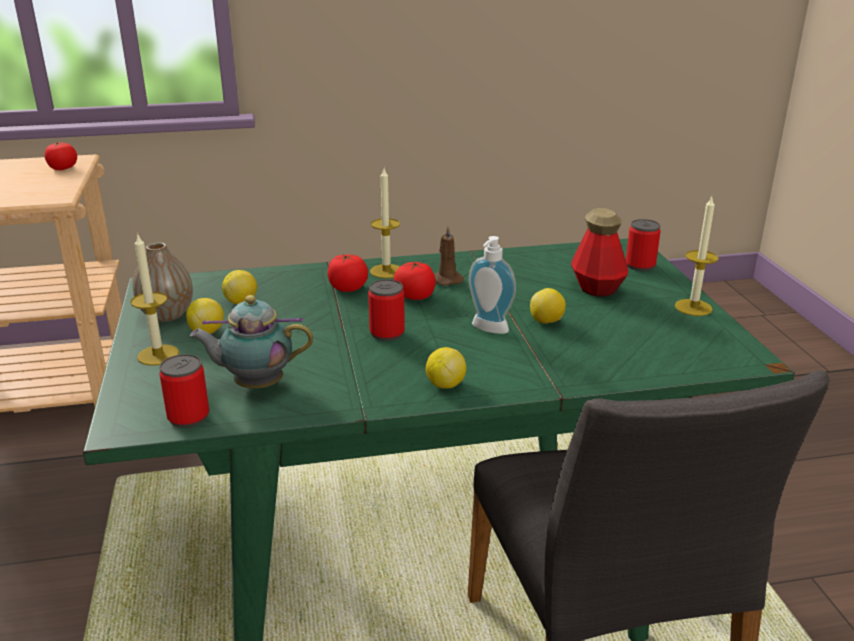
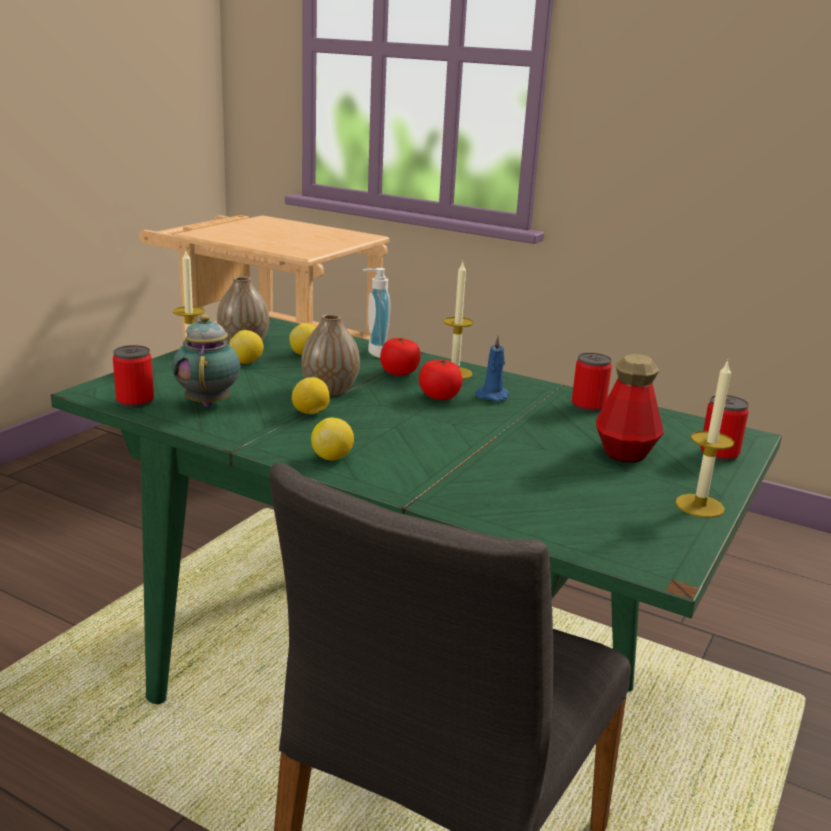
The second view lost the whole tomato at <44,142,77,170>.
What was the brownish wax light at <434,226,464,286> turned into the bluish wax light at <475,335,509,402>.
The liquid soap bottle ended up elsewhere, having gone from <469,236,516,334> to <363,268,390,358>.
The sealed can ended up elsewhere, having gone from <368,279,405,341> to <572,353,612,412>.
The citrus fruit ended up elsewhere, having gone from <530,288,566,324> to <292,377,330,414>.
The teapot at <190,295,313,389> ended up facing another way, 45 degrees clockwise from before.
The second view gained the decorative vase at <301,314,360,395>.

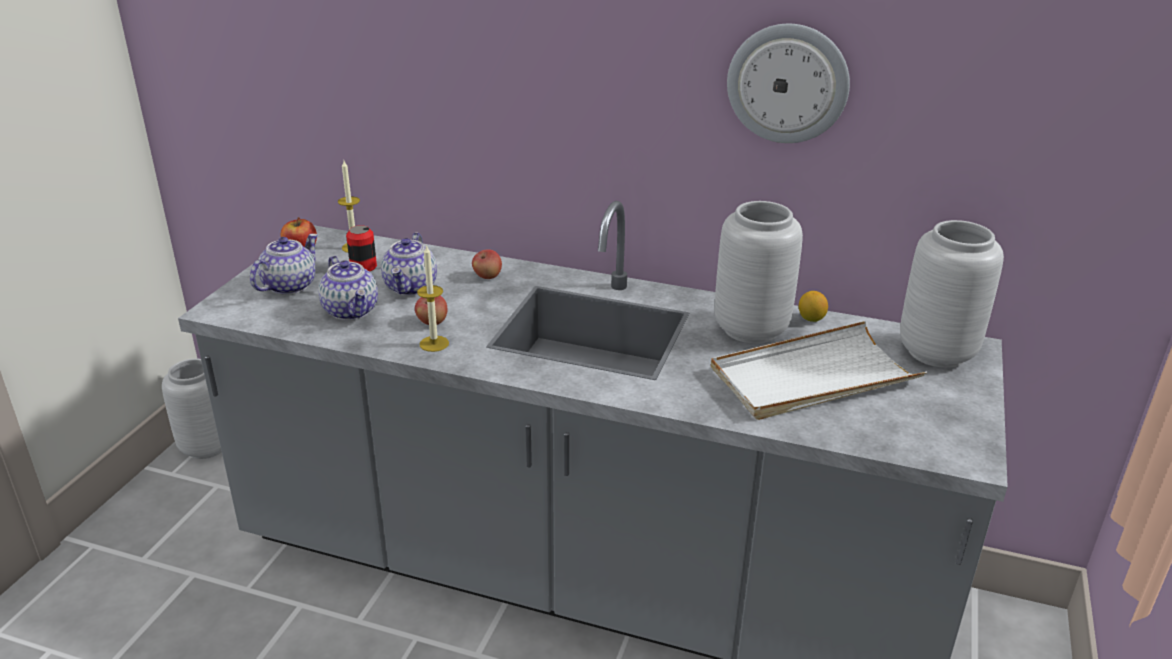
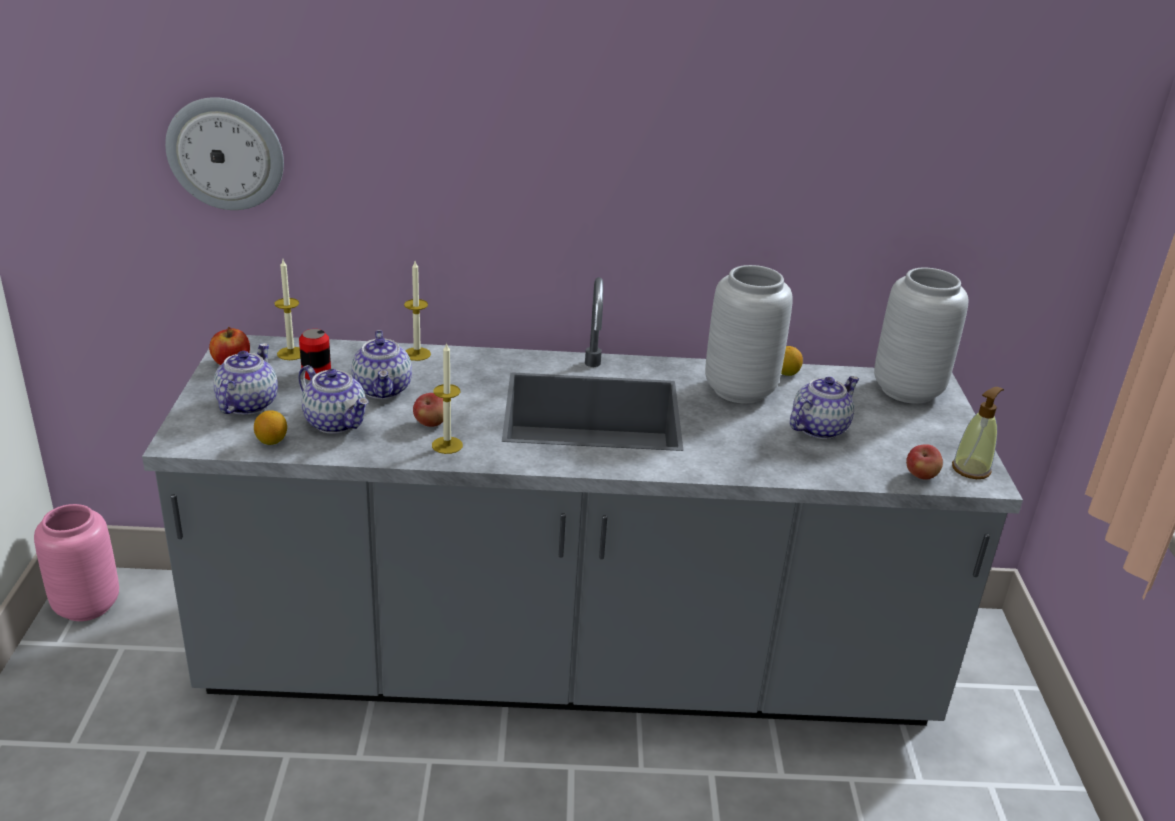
The clock on the wall ended up elsewhere, having gone from <727,24,850,143> to <165,97,284,210>.
The whole apple ended up elsewhere, having gone from <472,250,502,279> to <906,444,943,479>.
Where the white-coloured tray stood at <711,321,927,420>, the teapot came to stand at <790,376,859,439>.
What was the greyish decorative vase at <162,358,222,459> turned into the pink-coloured decorative vase at <34,504,119,621>.
The second view gained the wax light at <404,261,431,361>.
The second view gained the liquid soap bottle at <952,387,1004,479>.
The second view gained the citrus fruit at <254,410,287,445>.

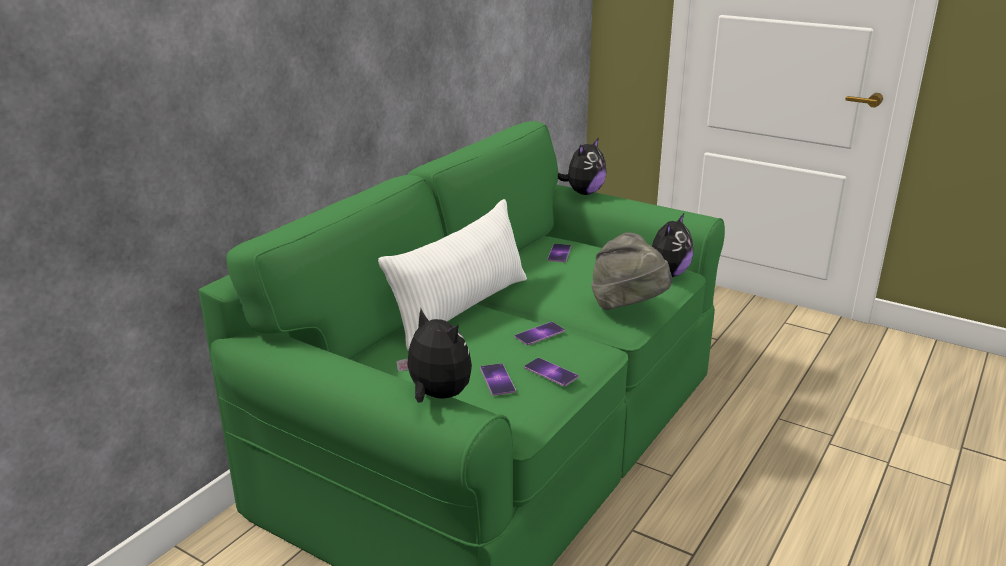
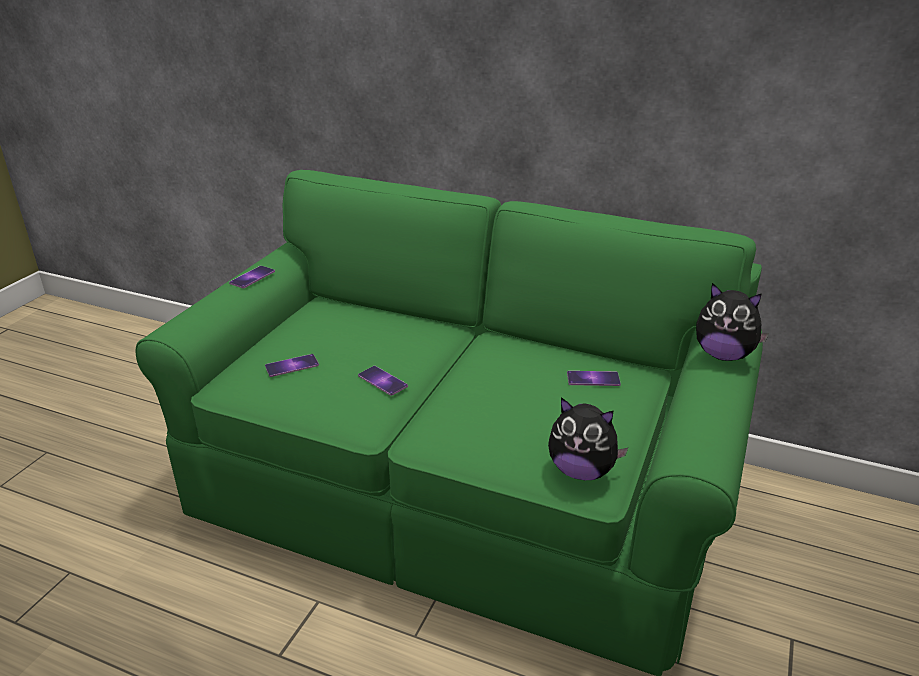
The second view lost the white-coloured throw pillow at <378,199,527,351>.
The second view lost the greyish hat at <591,232,673,310>.
The second view lost the cuddly toy at <396,308,472,403>.
The handset ended up elsewhere, having gone from <524,358,579,386> to <229,266,275,288>.

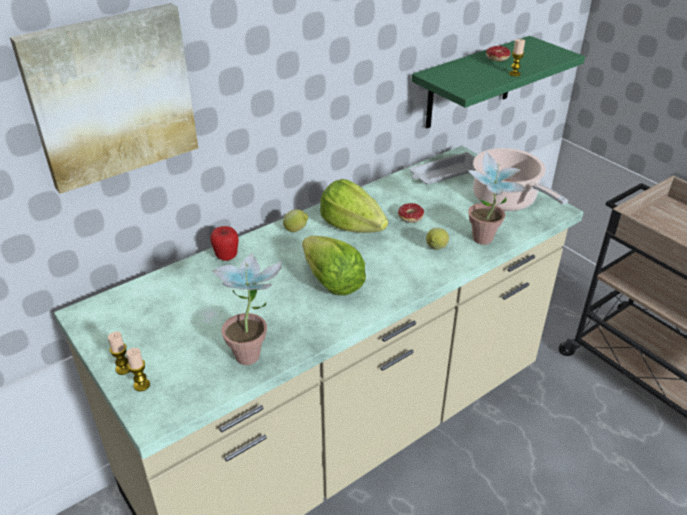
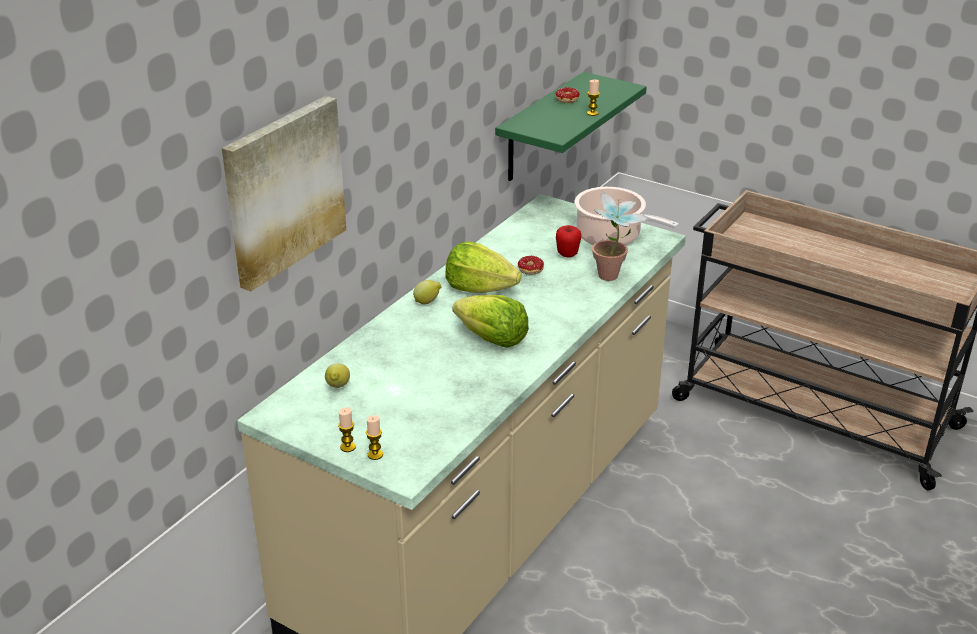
The second view lost the white-coloured tray at <409,152,475,185>.
The whole apple ended up elsewhere, having gone from <210,226,239,261> to <556,225,581,258>.
The citrus fruit ended up elsewhere, having gone from <426,228,449,250> to <325,363,350,388>.
The second view lost the plant in a pot at <212,252,282,365>.

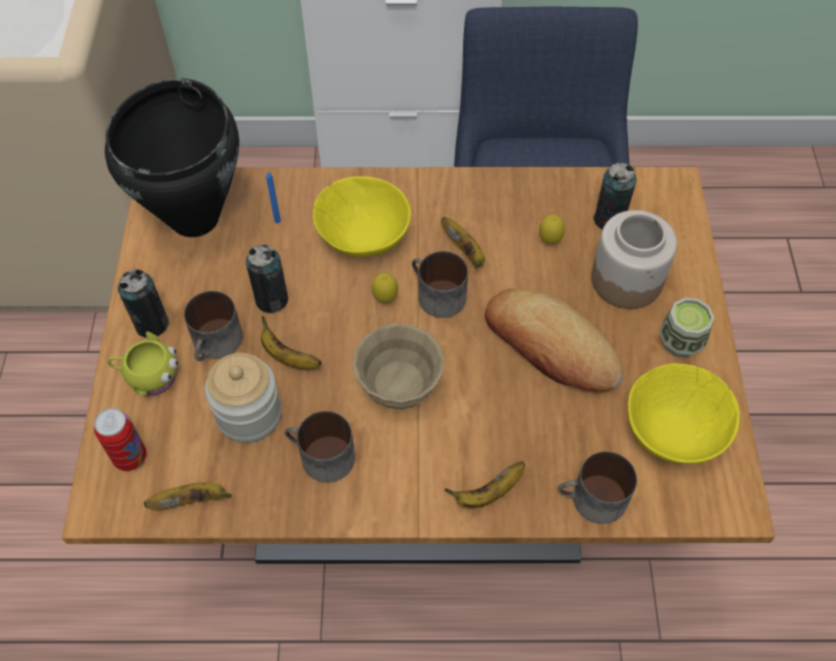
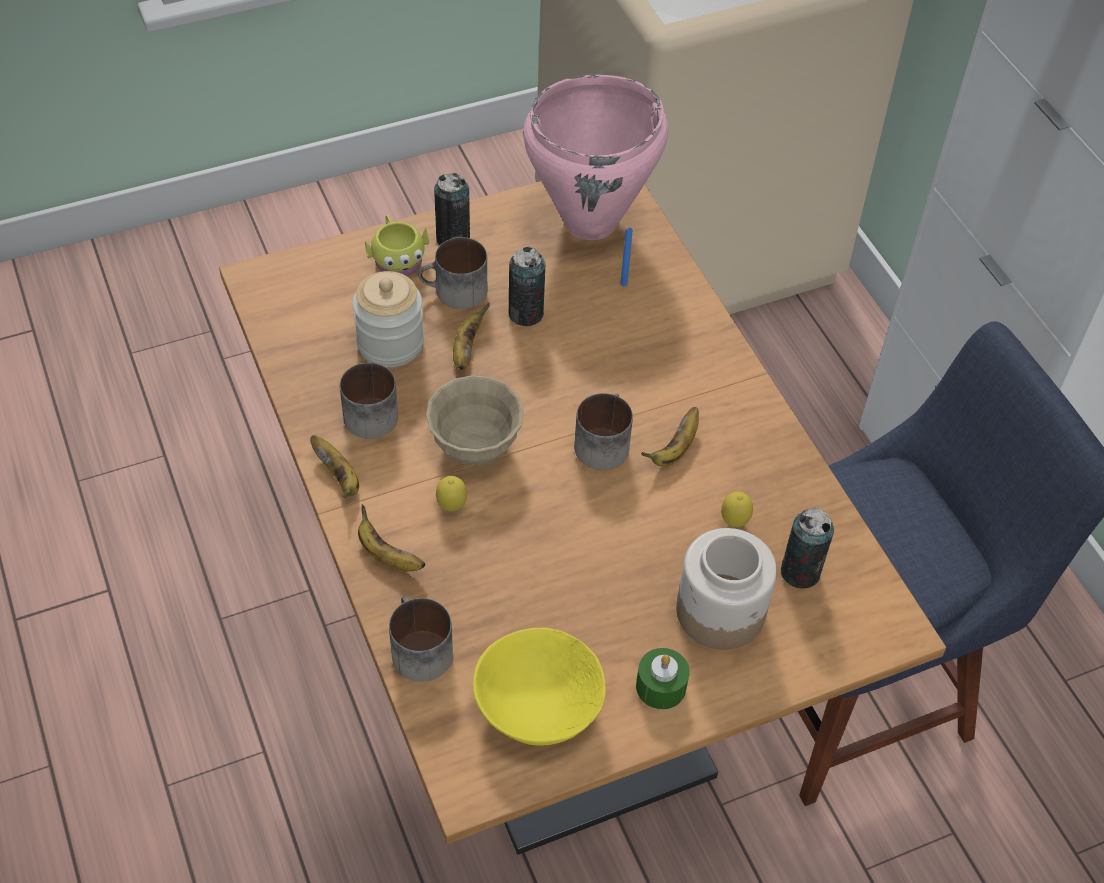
What was the blackish cooking pot at <105,78,239,237> turned into the pink-coloured cooking pot at <523,75,668,240>.
The second view lost the yellow-coloured deep dish at <313,176,411,257>.
The citrus fruit ended up elsewhere, having gone from <372,273,398,303> to <436,476,467,511>.
The second view lost the baked bread at <485,289,623,392>.
Where the drinking cup stood at <659,298,714,358>, the greenish wax light came to stand at <636,648,689,709>.
The second view lost the sealed can at <94,408,147,471>.
The banana ended up elsewhere, having gone from <144,482,232,510> to <310,435,359,498>.

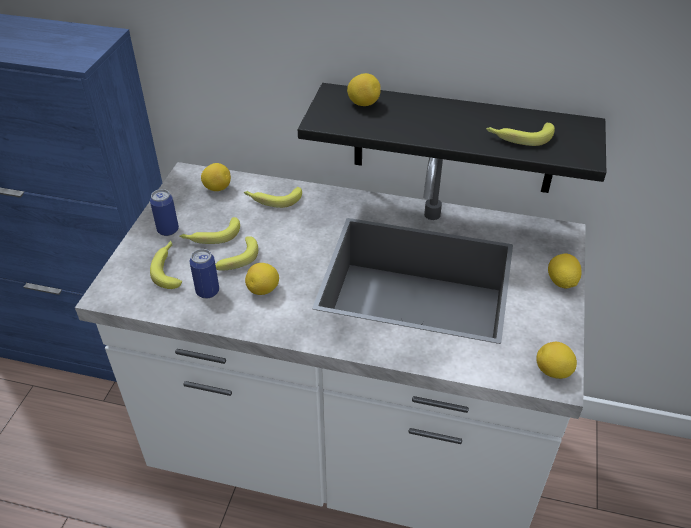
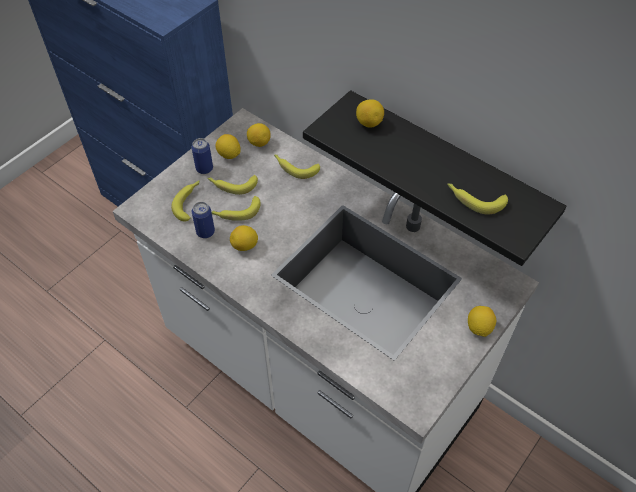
The citrus fruit ended up elsewhere, having gone from <536,342,577,379> to <216,134,241,159>.

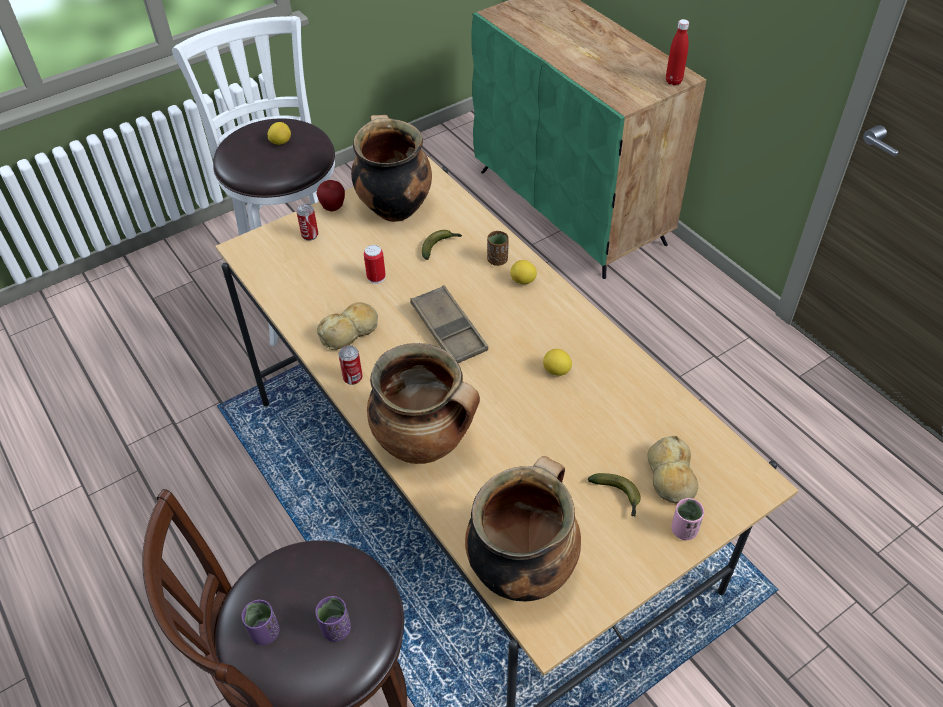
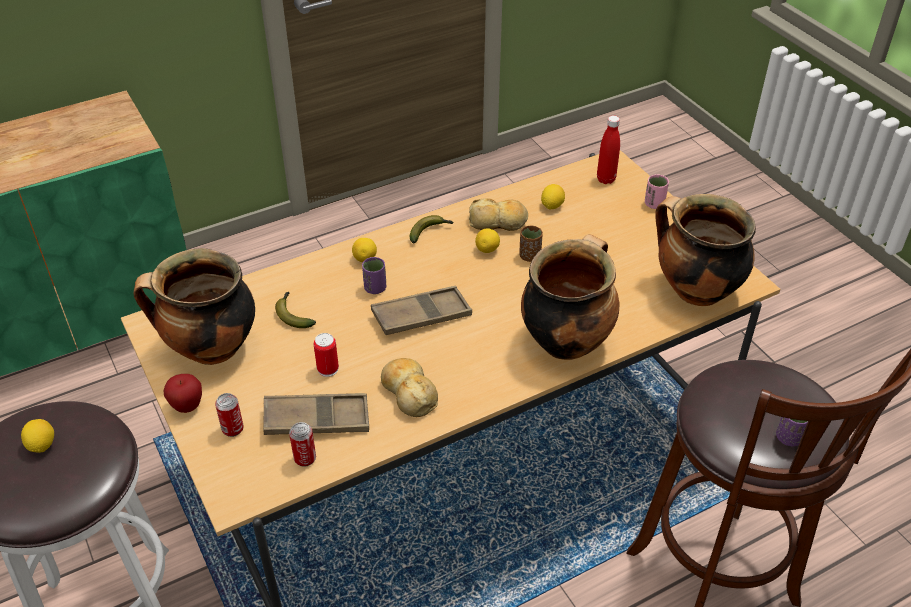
The red beverage bottle ended up elsewhere, having gone from <666,19,689,85> to <597,116,620,184>.
The brownish drinking cup ended up elsewhere, having gone from <487,231,509,266> to <519,226,543,262>.
The sealed can ended up elsewhere, having gone from <338,345,363,385> to <289,422,316,467>.
The baked bread ended up elsewhere, having gone from <647,436,698,504> to <469,198,528,231>.
The banana ended up elsewhere, having gone from <588,473,641,517> to <409,215,453,243>.
The purple drinking cup ended up elsewhere, having gone from <315,596,351,642> to <362,257,386,294>.
The second view gained the citrus fruit at <541,184,565,209>.
The second view gained the brownish tray at <263,393,369,435>.

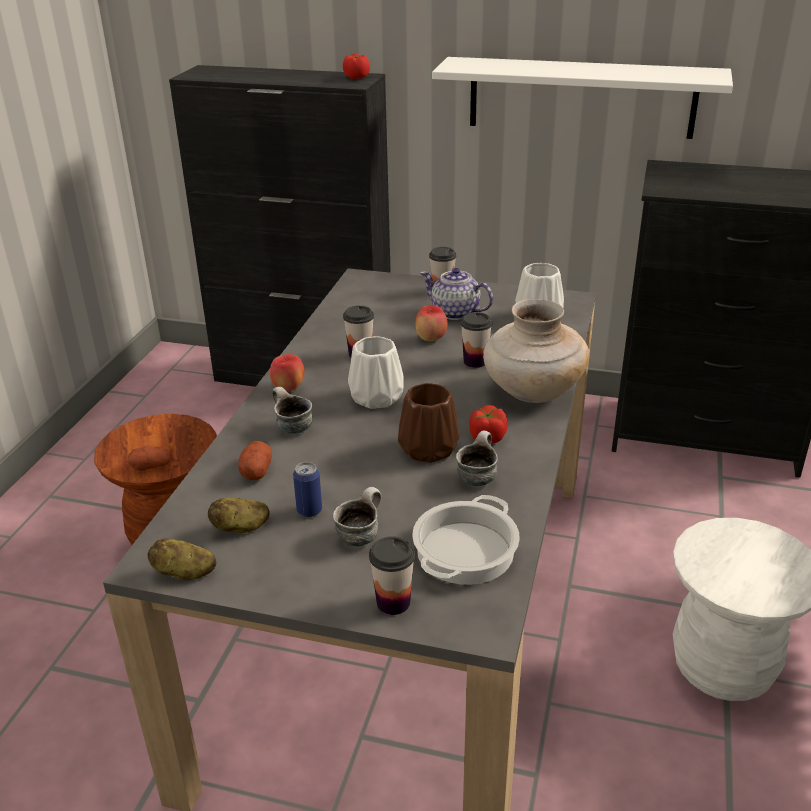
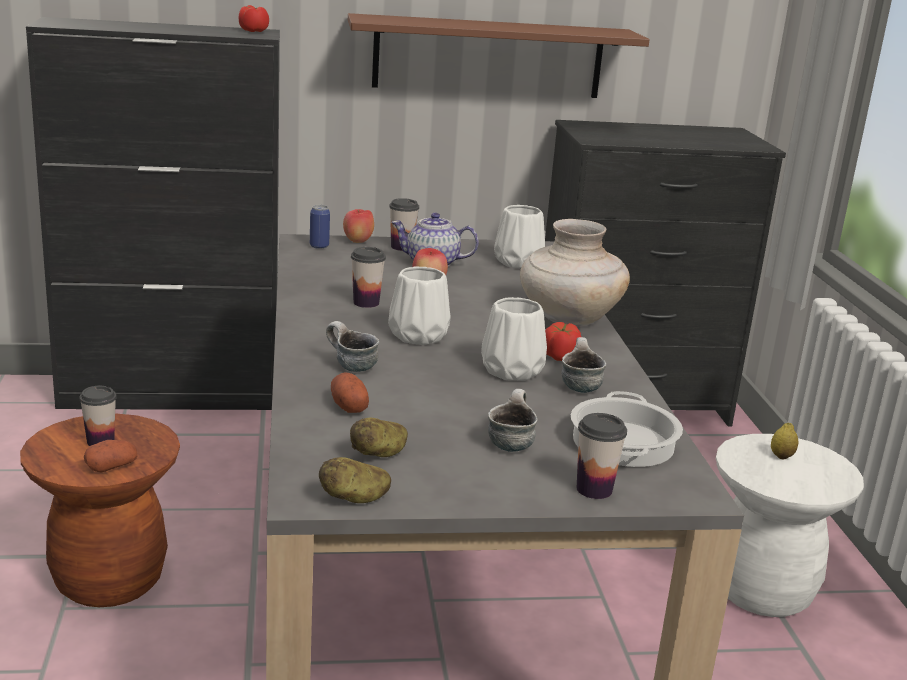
What was the white-coloured wall shelf at <432,57,733,139> turned into the brownish wall shelf at <348,13,650,98>.
The drinking cup ended up elsewhere, having gone from <461,312,492,368> to <79,386,117,446>.
The whole apple ended up elsewhere, having gone from <270,354,305,391> to <343,209,374,243>.
What was the brownish decorative vase at <398,383,459,463> turned into the white-coloured decorative vase at <481,297,547,381>.
The sealed can ended up elsewhere, having gone from <293,462,322,517> to <310,205,330,249>.
The second view gained the citrus fruit at <771,423,798,460>.

